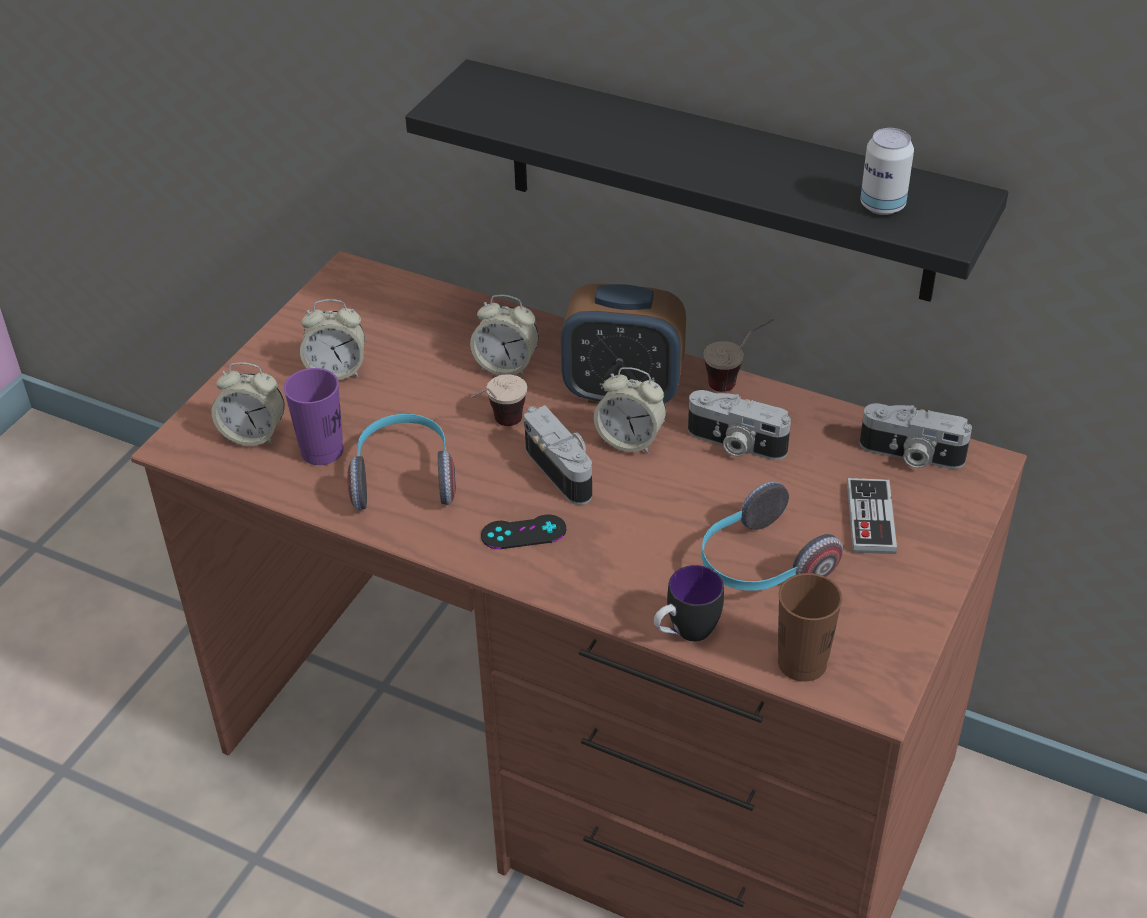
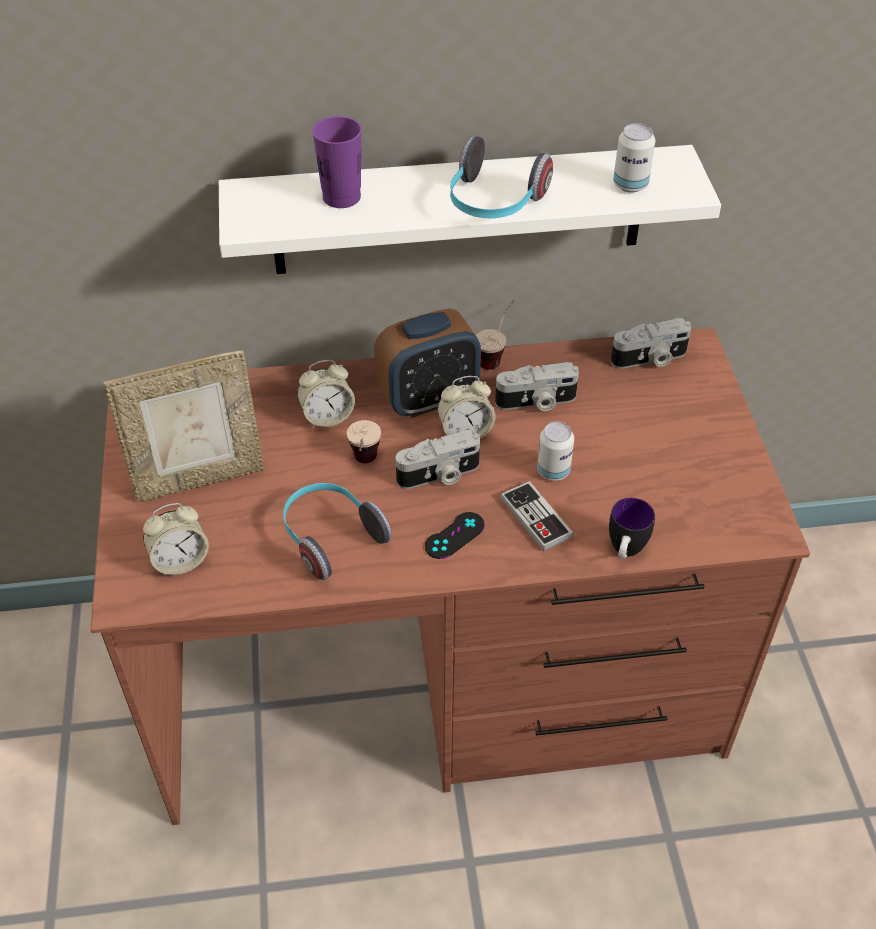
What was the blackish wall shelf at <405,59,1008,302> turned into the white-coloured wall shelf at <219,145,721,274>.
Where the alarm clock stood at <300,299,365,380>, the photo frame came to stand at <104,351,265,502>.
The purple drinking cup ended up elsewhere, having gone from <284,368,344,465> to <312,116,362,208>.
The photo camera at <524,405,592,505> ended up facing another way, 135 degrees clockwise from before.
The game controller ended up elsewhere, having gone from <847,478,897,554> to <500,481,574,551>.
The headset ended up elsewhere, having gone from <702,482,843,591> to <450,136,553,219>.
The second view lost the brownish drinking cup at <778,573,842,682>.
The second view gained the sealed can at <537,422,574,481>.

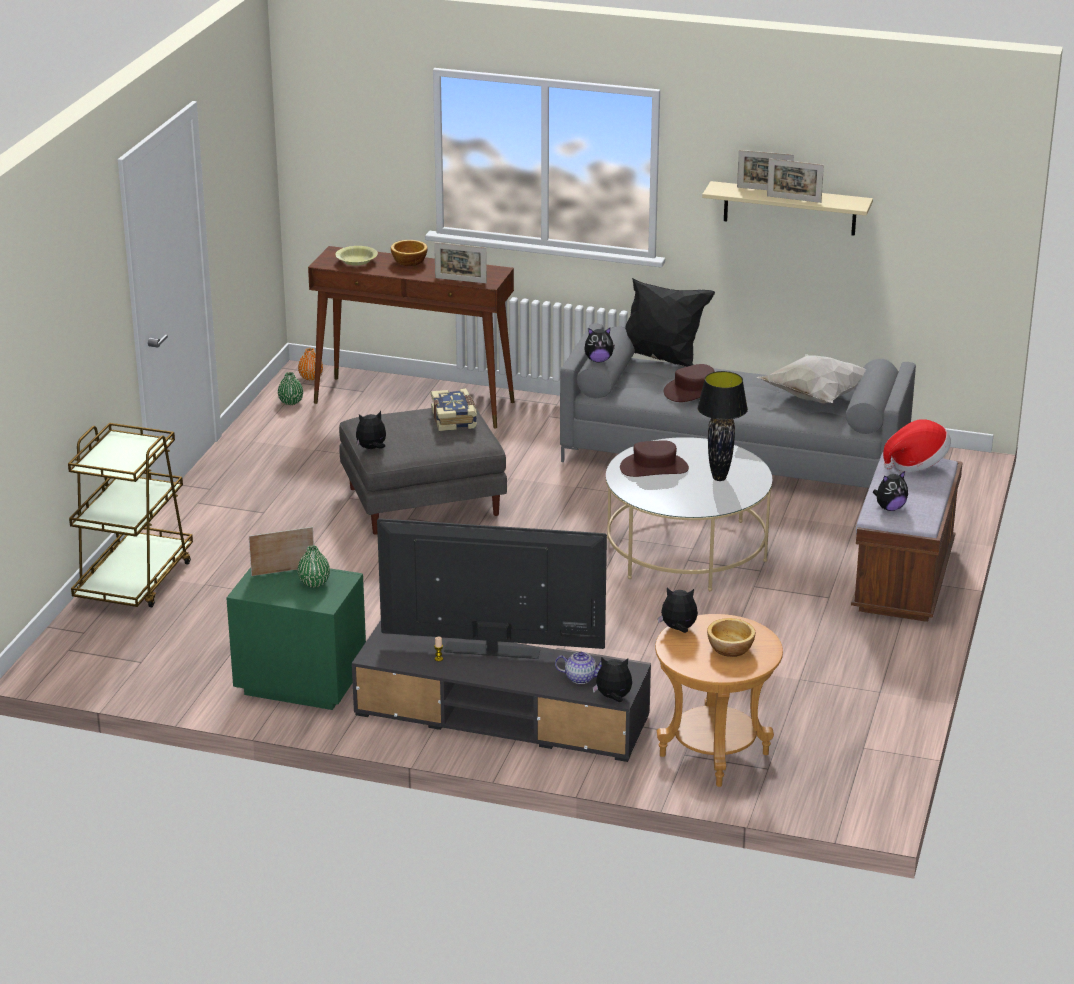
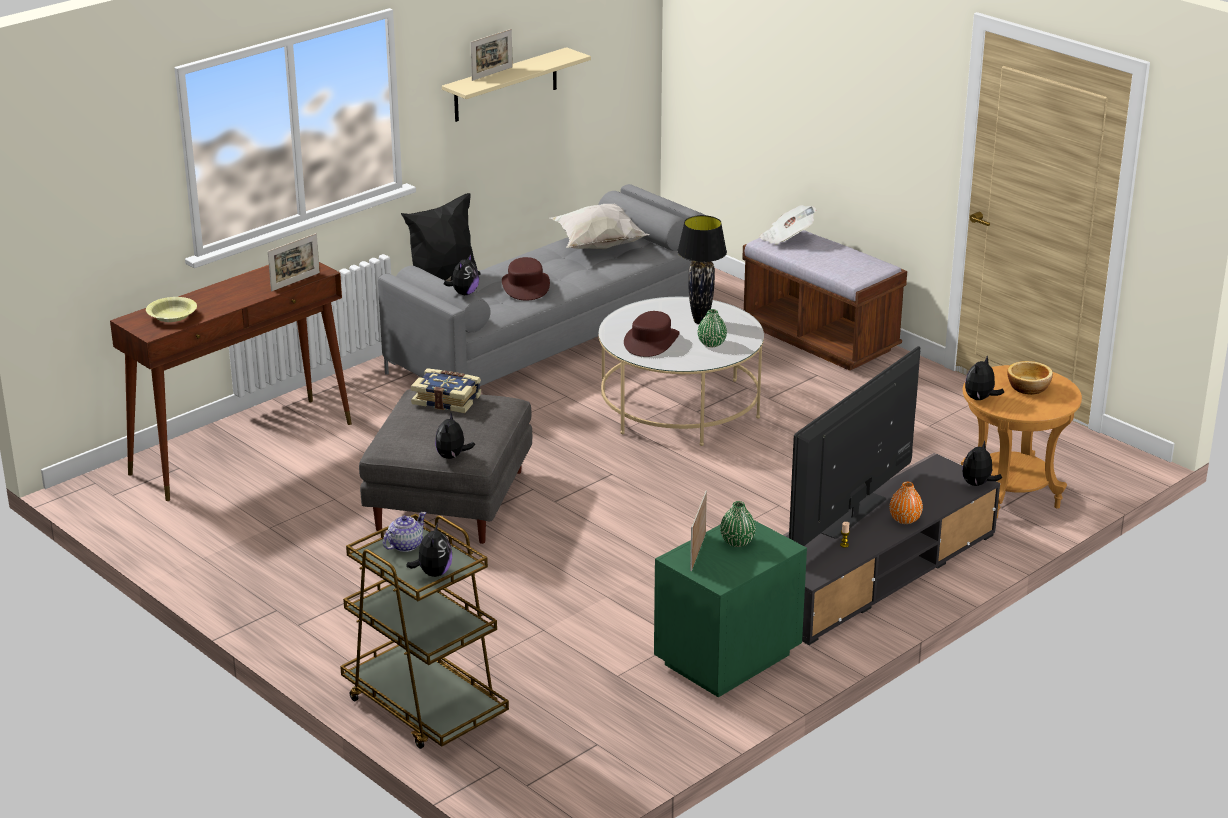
The second view lost the photo frame at <767,158,824,203>.
The second view lost the deep dish at <391,240,428,266>.
The orange-coloured decorative vase ended up elsewhere, having gone from <298,348,323,381> to <889,482,923,524>.
The greenish decorative vase ended up elsewhere, having gone from <278,372,303,405> to <698,309,727,347>.
Where the hat stood at <883,419,951,472>, the newspaper came to stand at <759,205,817,245>.
The cuddly toy ended up elsewhere, having gone from <873,471,908,511> to <406,522,452,577>.
The teapot ended up elsewhere, having gone from <555,652,602,684> to <383,512,426,552>.

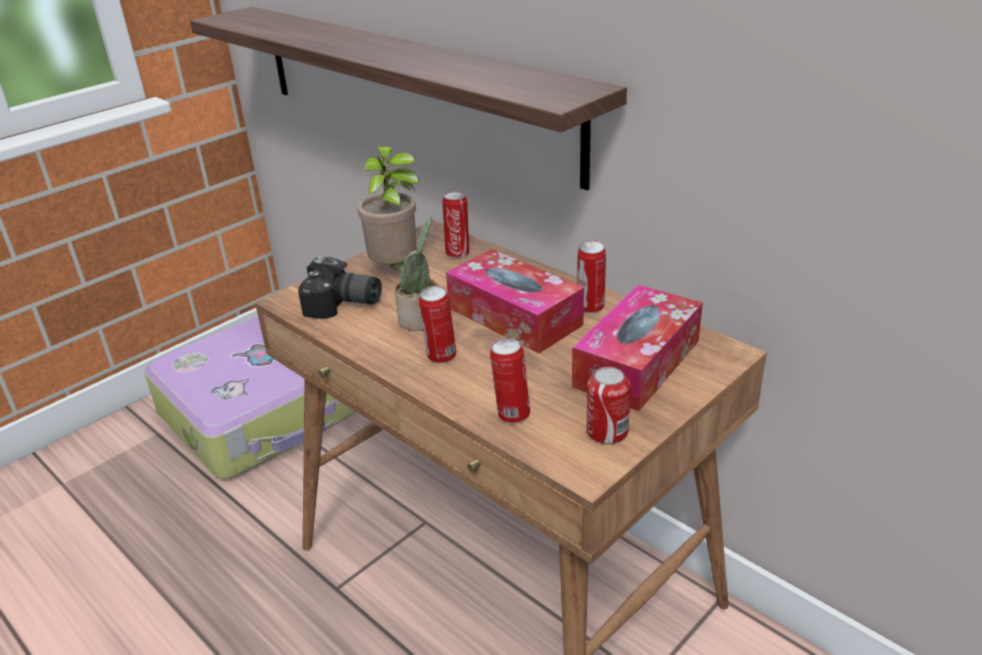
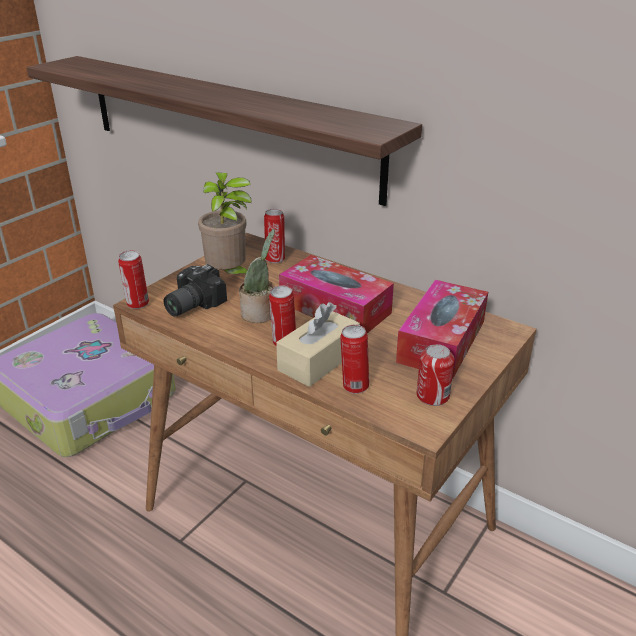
The sealed can ended up elsewhere, having gone from <577,240,606,313> to <118,250,149,309>.
The photo camera at <298,257,382,319> ended up facing another way, 120 degrees clockwise from before.
The second view gained the sand-coloured box of tissues at <276,302,360,387>.

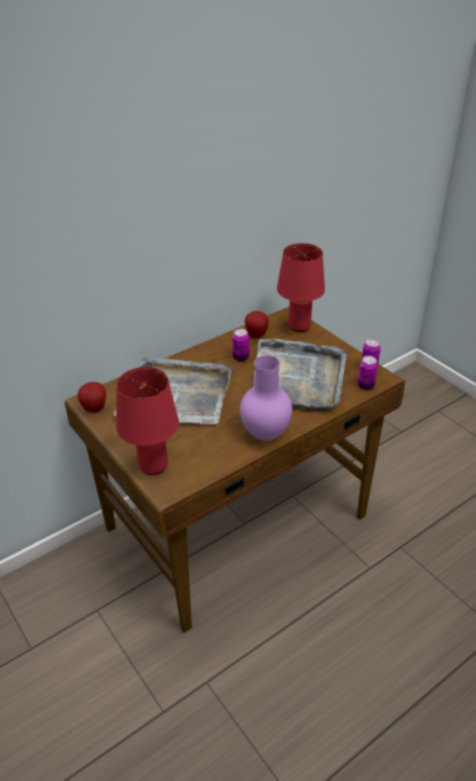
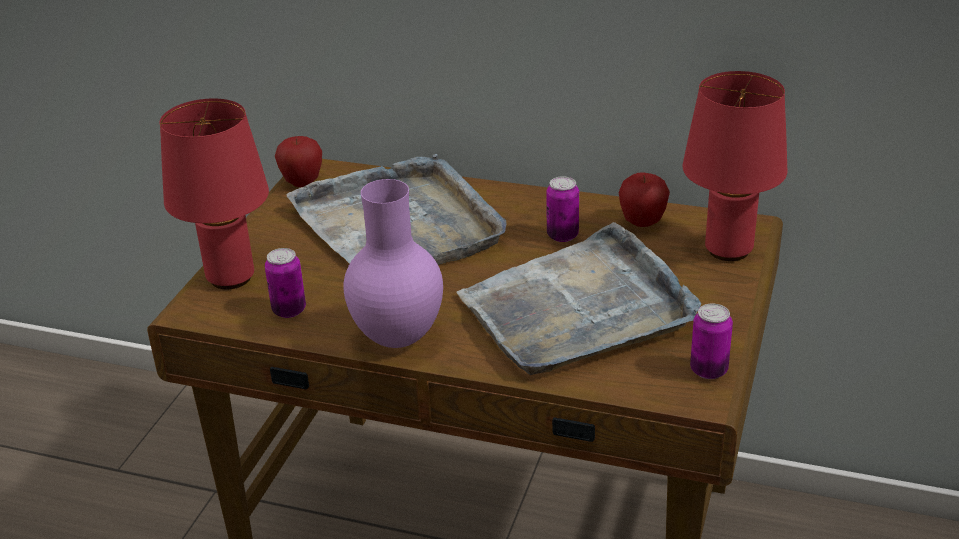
The sealed can ended up elsewhere, having gone from <357,356,378,390> to <265,248,306,318>.

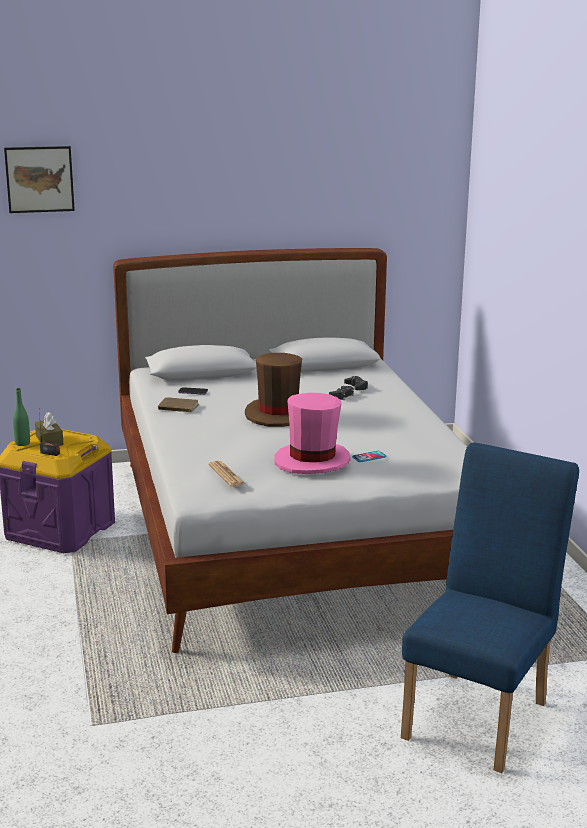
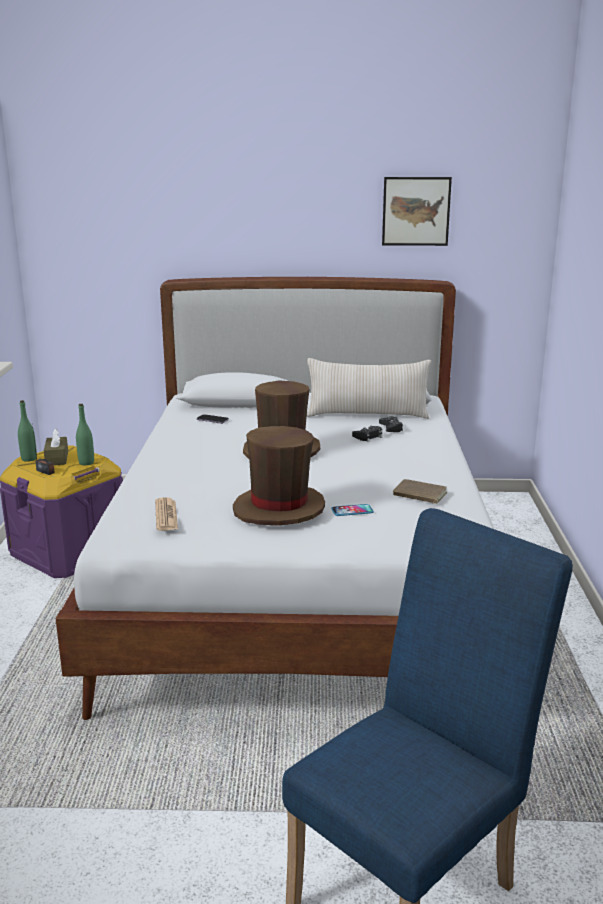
The wall picture ended up elsewhere, having gone from <4,146,75,213> to <382,177,452,246>.
What was the pink-coloured hat at <274,393,350,474> turned into the brownish hat at <233,426,325,525>.
The brownish volume ended up elsewhere, having gone from <158,397,199,412> to <393,479,448,504>.
The second view gained the sand-coloured throw pillow at <307,358,431,419>.
The second view gained the greenish beverage bottle at <76,404,94,465>.

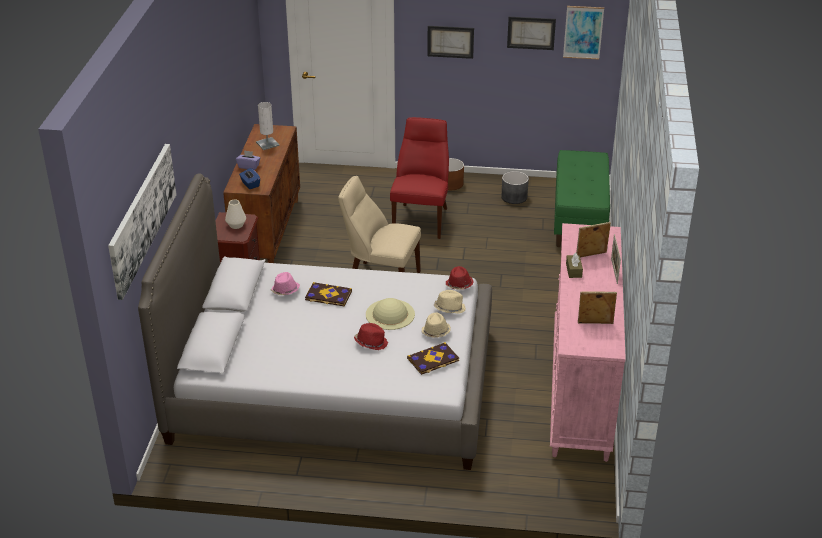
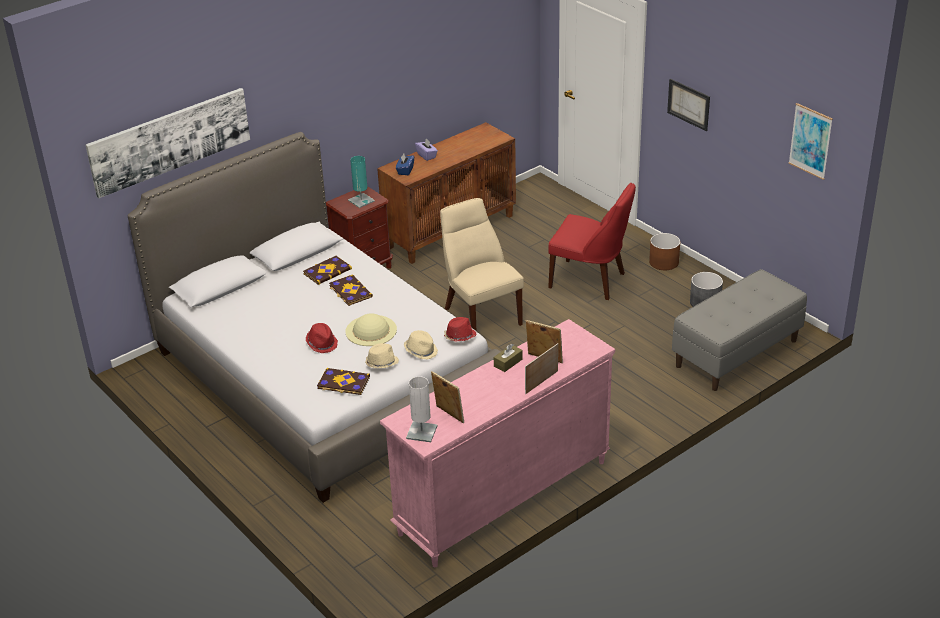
The second view lost the wall picture at <507,17,556,50>.
The white-coloured table lamp ended up elsewhere, having gone from <256,102,279,150> to <406,376,437,442>.
The red plain chair at <390,117,449,239> ended up facing another way, 60 degrees clockwise from before.
What was the greenish bench at <554,150,610,247> turned into the greyish bench at <672,269,807,391>.
Where the white-coloured decorative vase stood at <225,199,246,229>, the turquoise table lamp came to stand at <348,156,375,208>.
Where the pink-coloured hat stood at <271,272,300,295>, the volume came to stand at <303,256,352,285>.

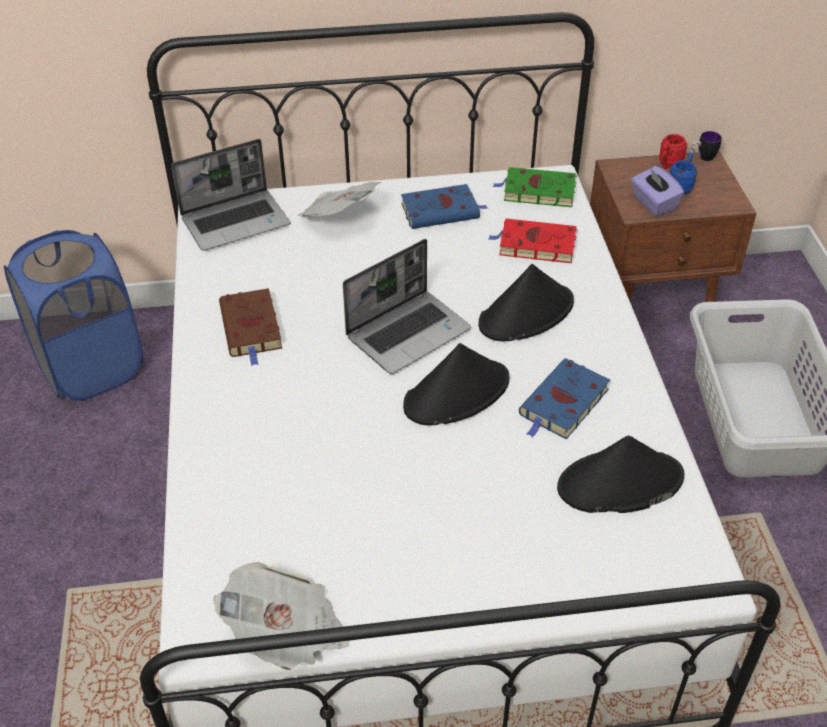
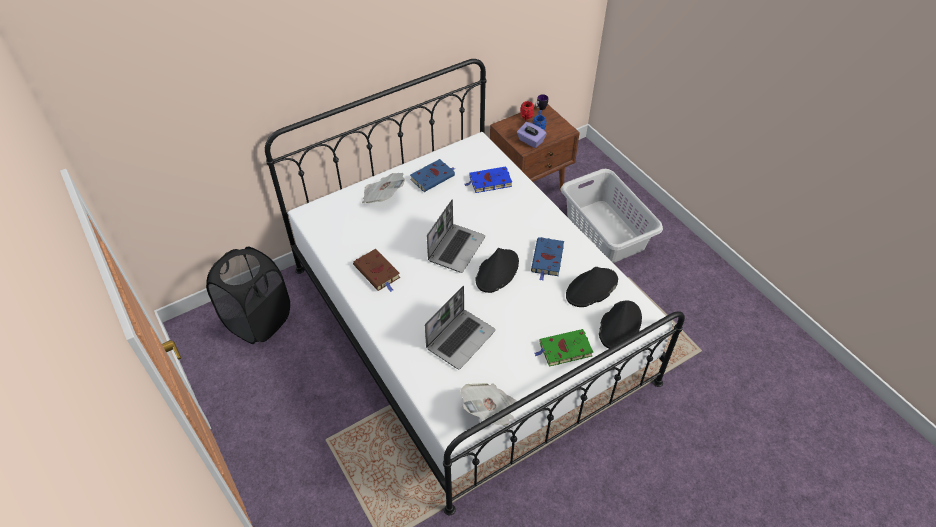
The portable computer ended up elsewhere, having gone from <171,139,290,251> to <425,286,496,369>.
The greenish volume ended up elsewhere, having gone from <493,167,577,207> to <534,329,593,367>.
What was the red volume at <488,218,577,263> turned into the bluish volume at <465,166,512,193>.
What was the bluish laundry basket at <4,230,143,401> turned into the blackish laundry basket at <206,247,290,344>.
The blackish hat ended up elsewhere, having gone from <479,264,574,341> to <599,301,642,349>.

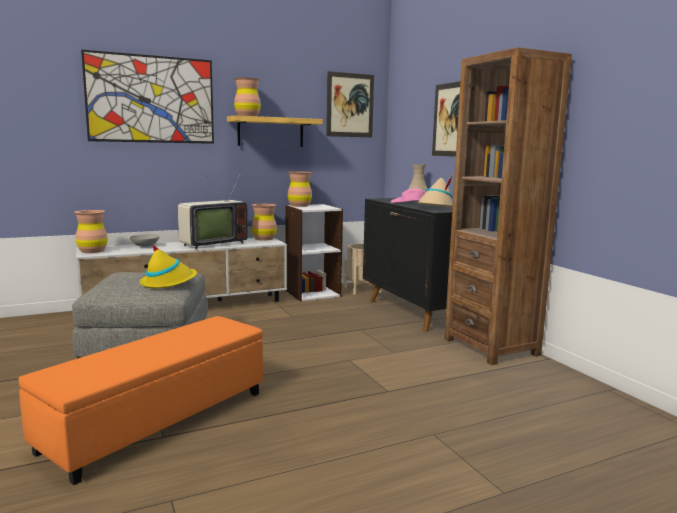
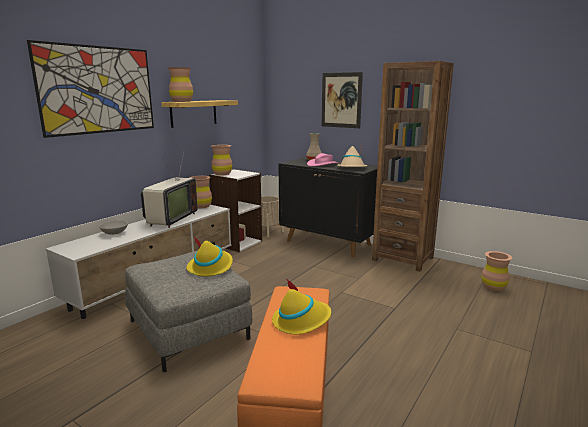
The second view lost the wall picture at <326,71,374,137>.
The brownish decorative vase ended up elsewhere, having gone from <74,210,108,253> to <482,251,512,291>.
The second view gained the yellow-coloured hat at <272,280,331,334>.

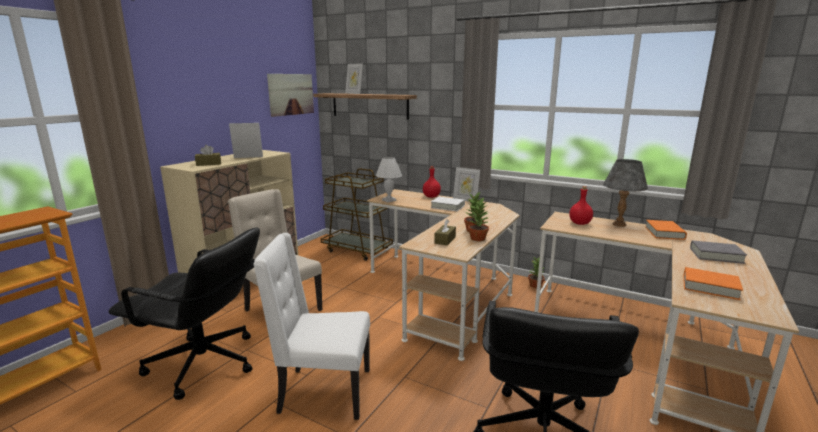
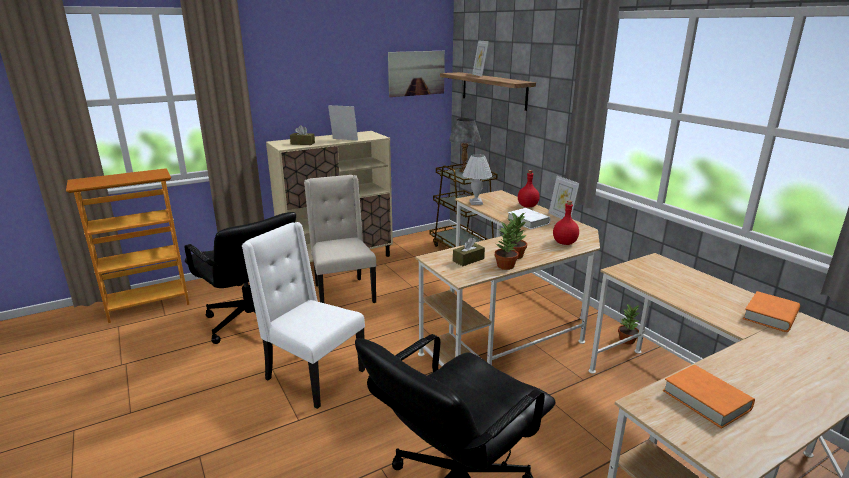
The greyish table lamp ended up elsewhere, having gone from <603,159,648,227> to <449,118,481,172>.
The red beverage bottle ended up elsewhere, having gone from <569,186,593,225> to <553,200,579,245>.
The second view lost the greyish volume at <690,240,747,264>.

